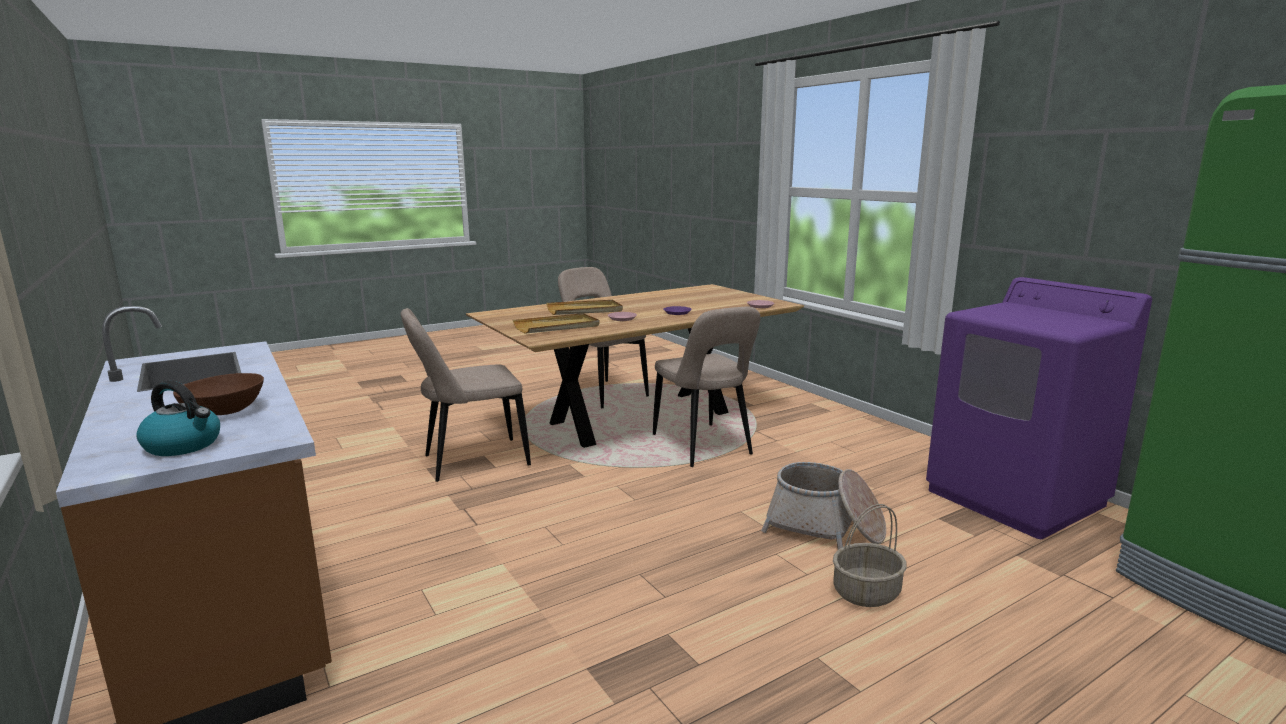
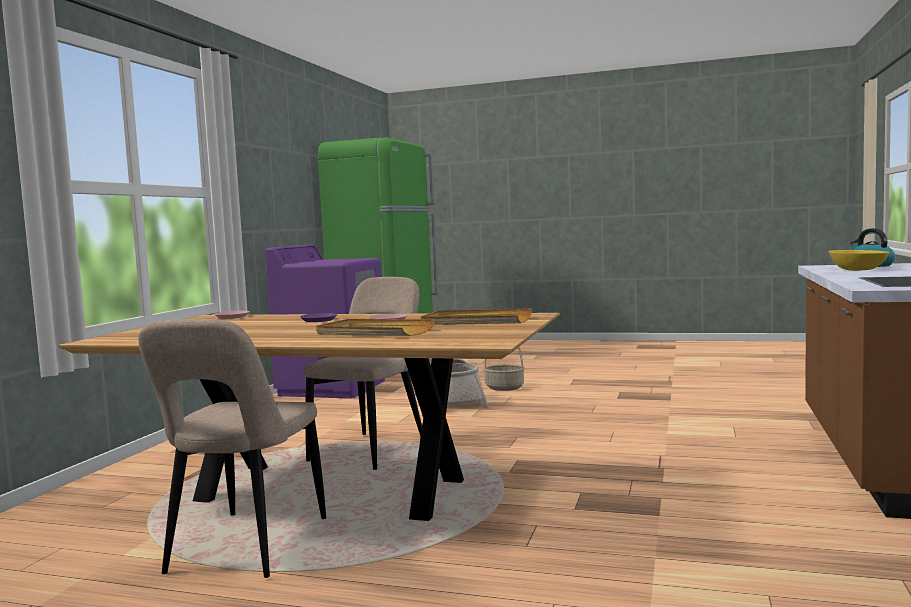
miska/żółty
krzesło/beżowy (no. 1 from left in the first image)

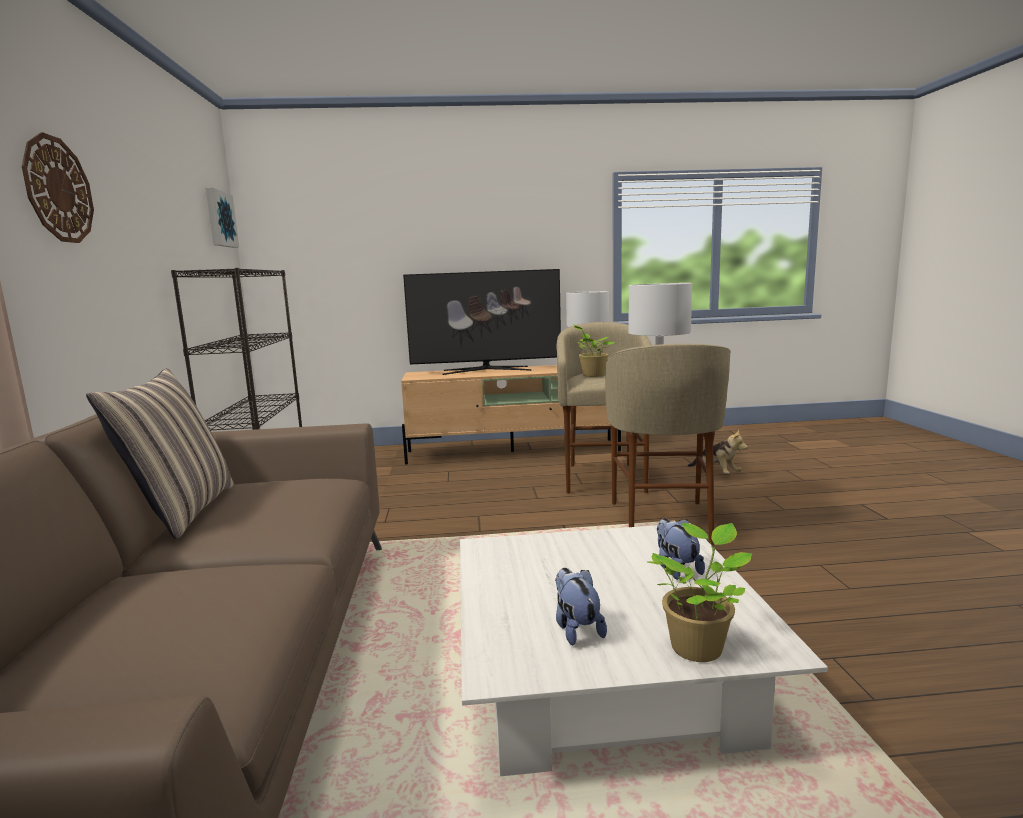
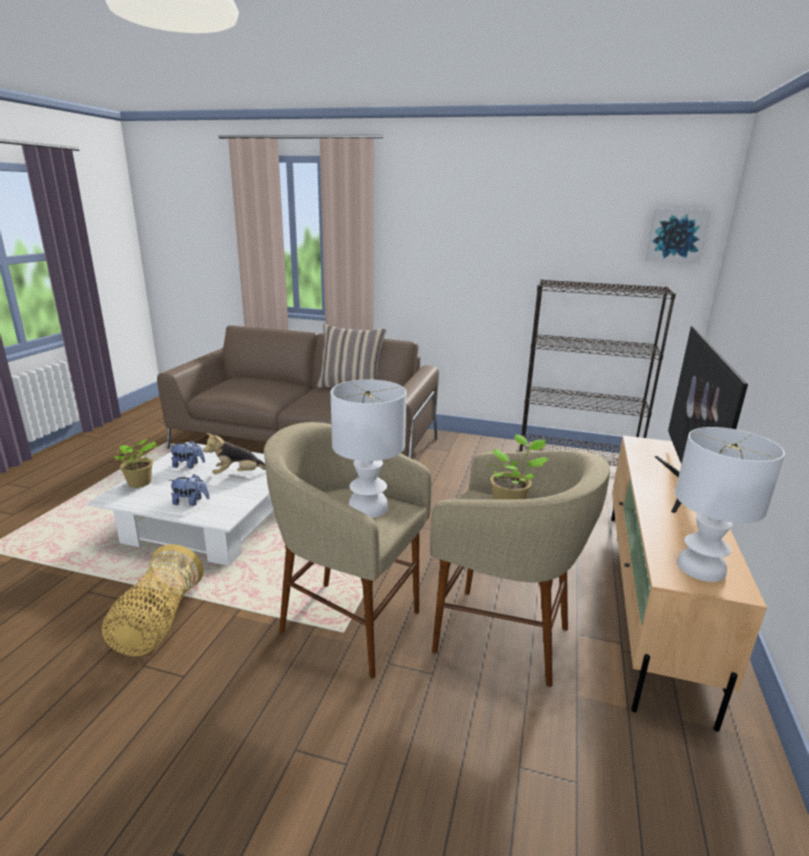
koszyk
pluszak (no. 3 from left)
zegar ścienny

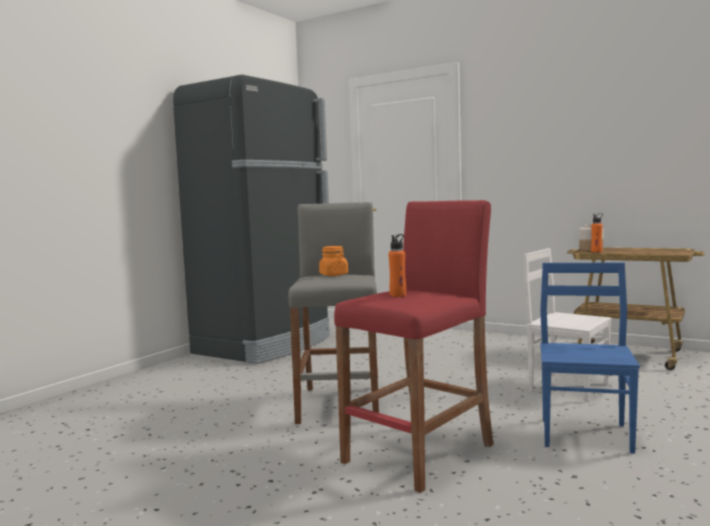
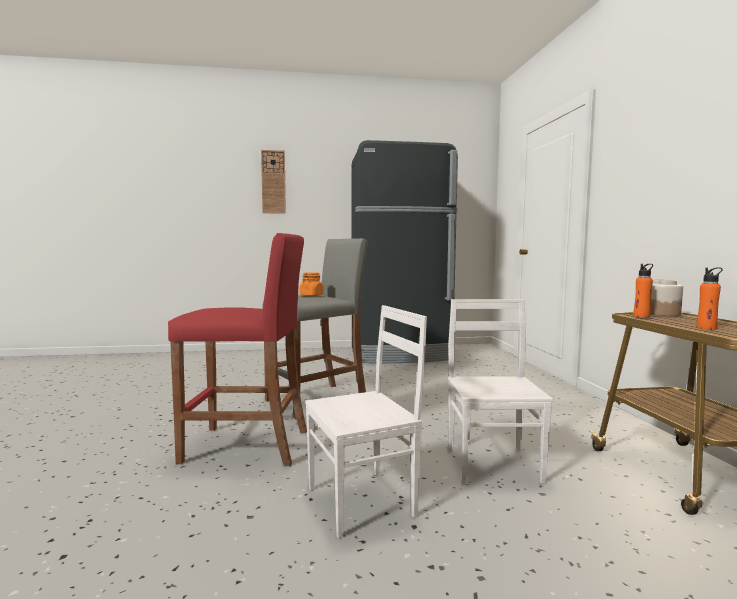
zegar ścienny
krzesło/biały (no. 1 from left)
butelka/pomarańczowy (no. 2 from left)

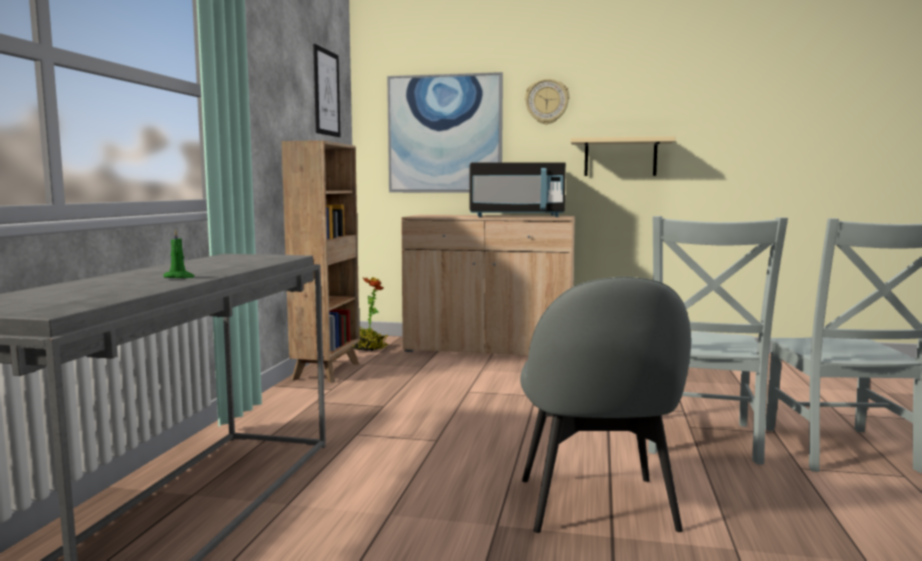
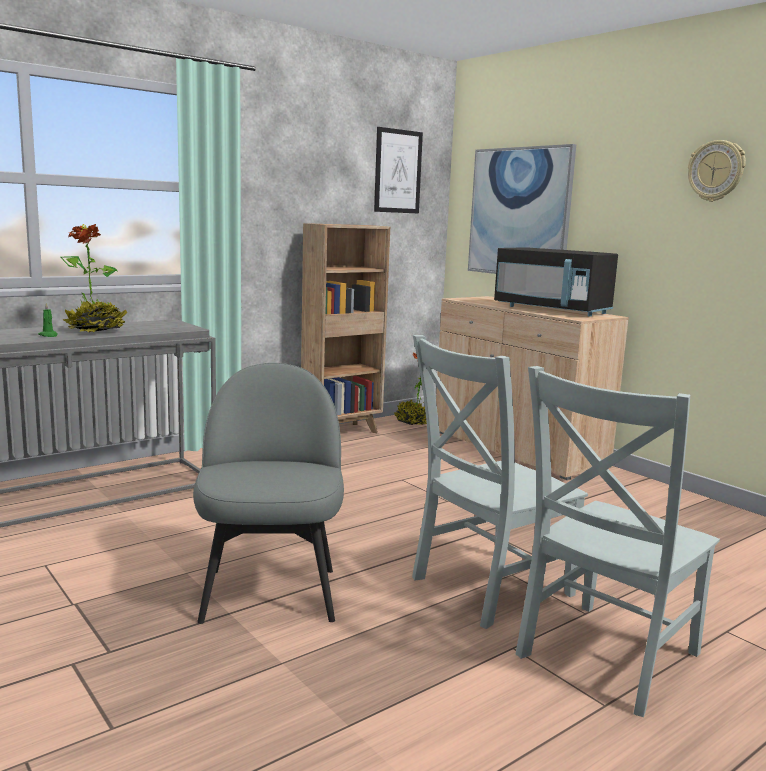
roślina doniczkowa (no. 1 from left)
krzesło/szary (no. 1 from left)
zegar ścienny
półka/beżowy

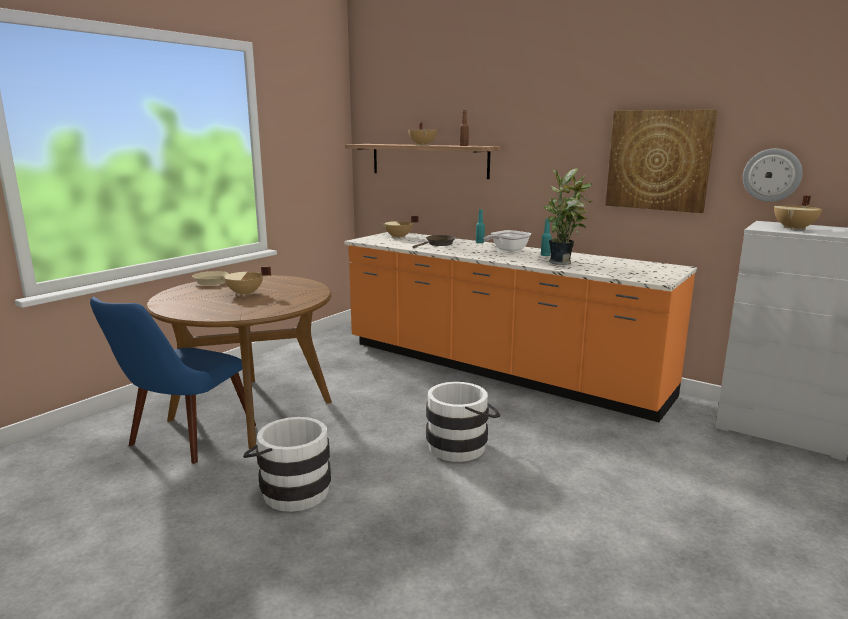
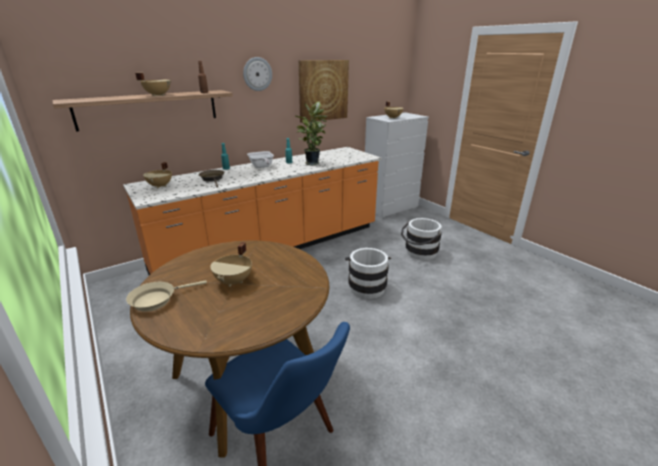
zegar ścienny
wiadro/biały (no. 2 from left)

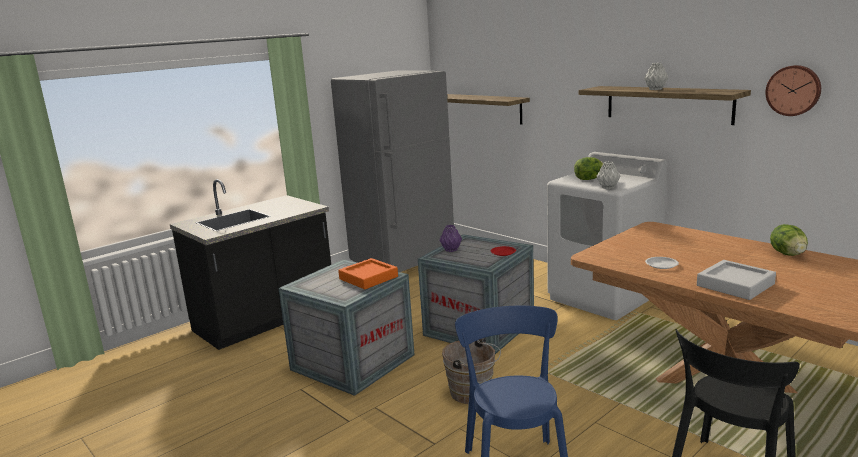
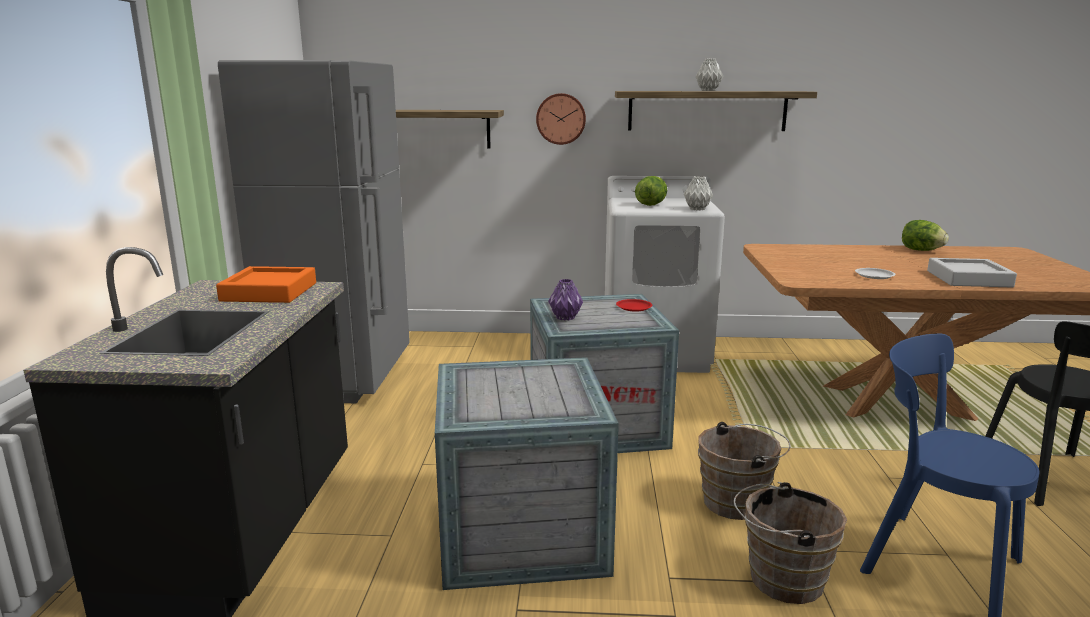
taca/pomarańczowy
zegar ścienny
wiadro/brązowy (no. 2 from left)

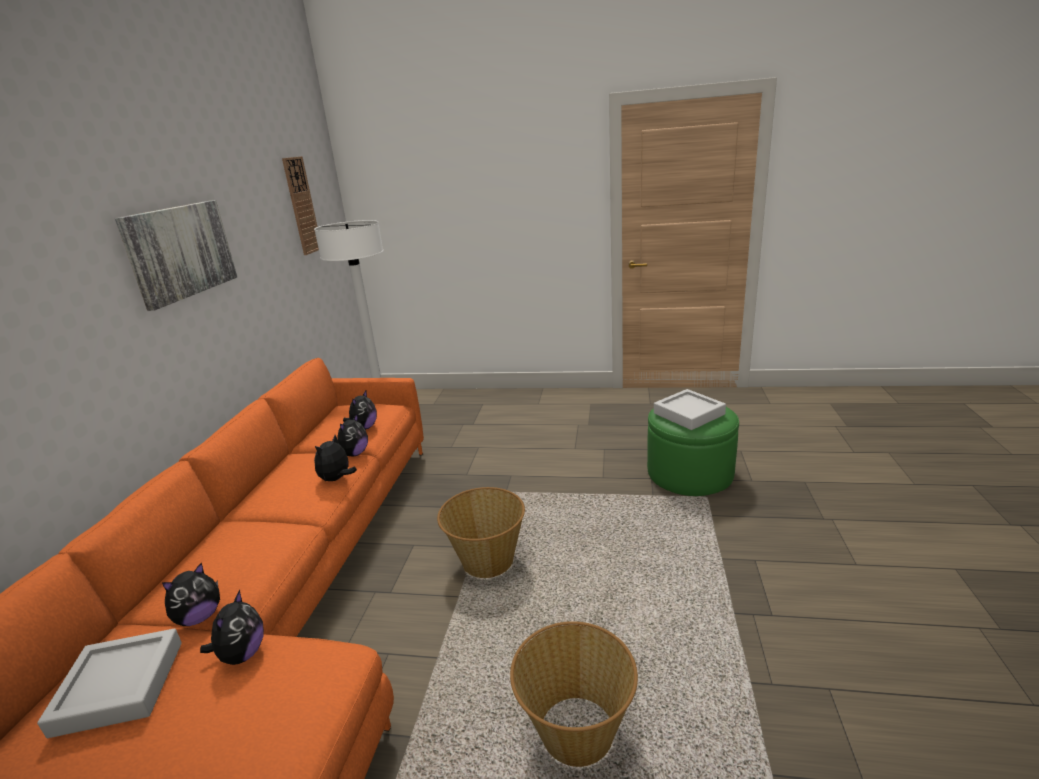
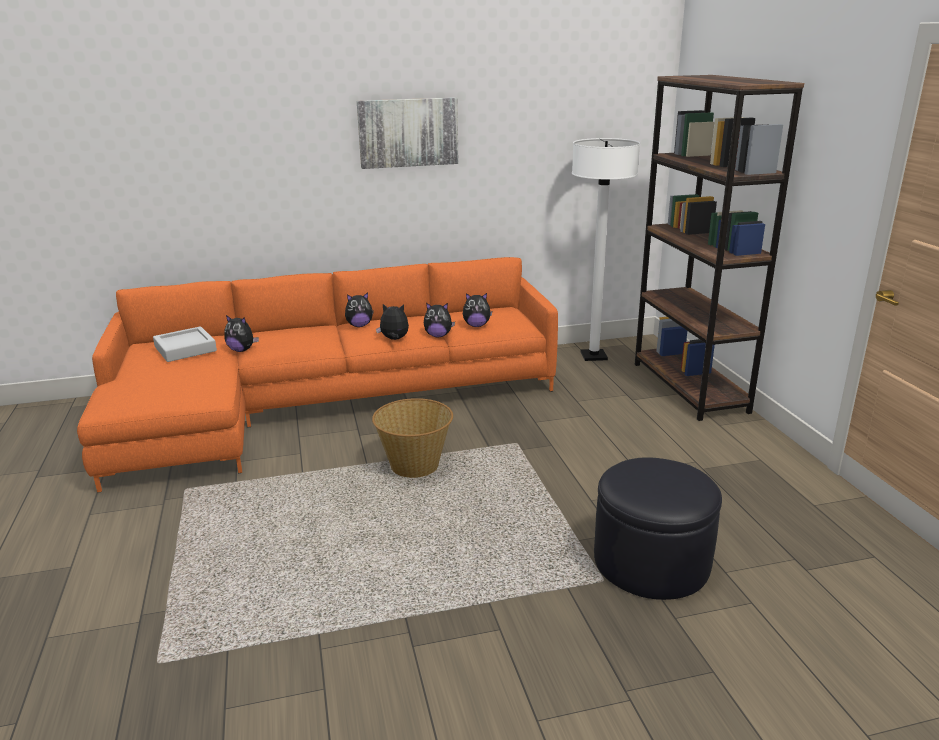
pluszak (no. 2 from left)
pufa/czarny
regał/brązowy
zegar ścienny
koszyk (no. 2 from left in the first image)
taca/szary (no. 2 from left in the first image)

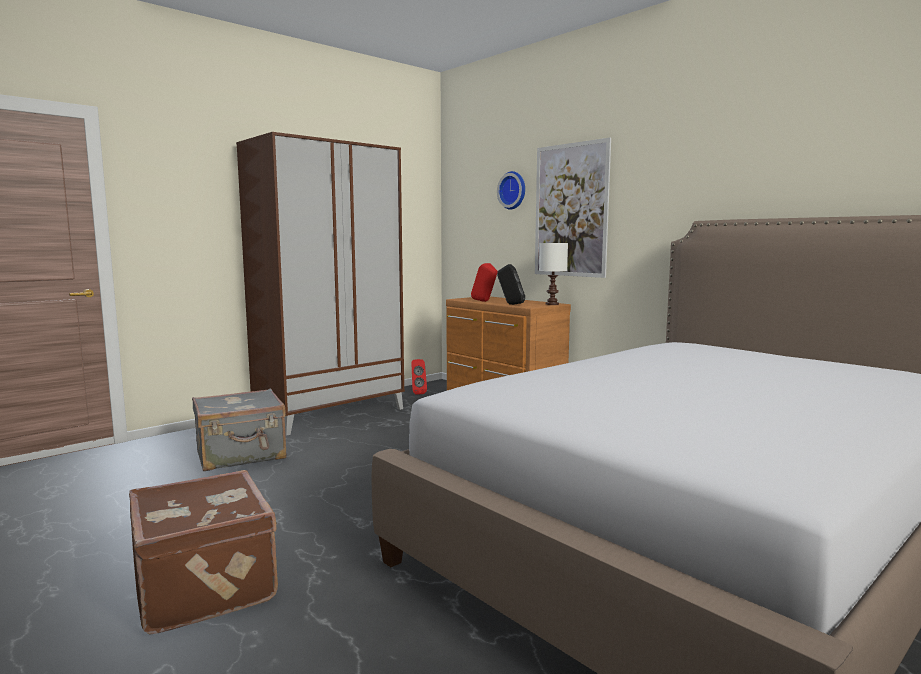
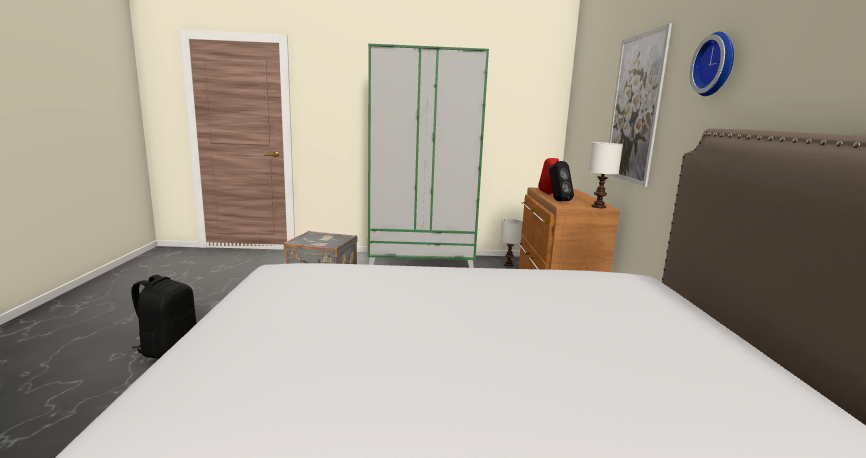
plecak/czarny
szafa/zielony
lampa stołowa/biały (no. 1 from left)
zegar ścienny

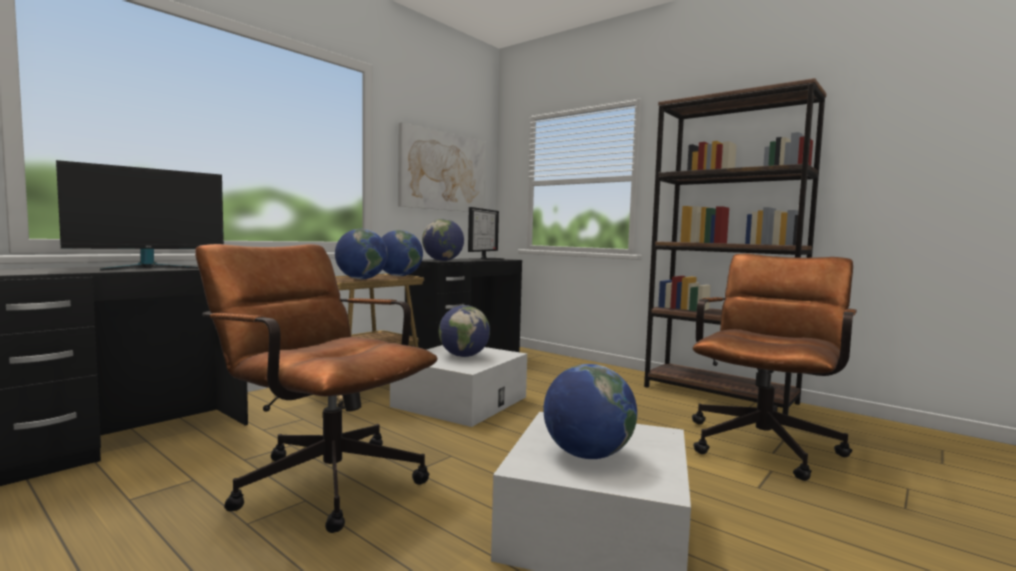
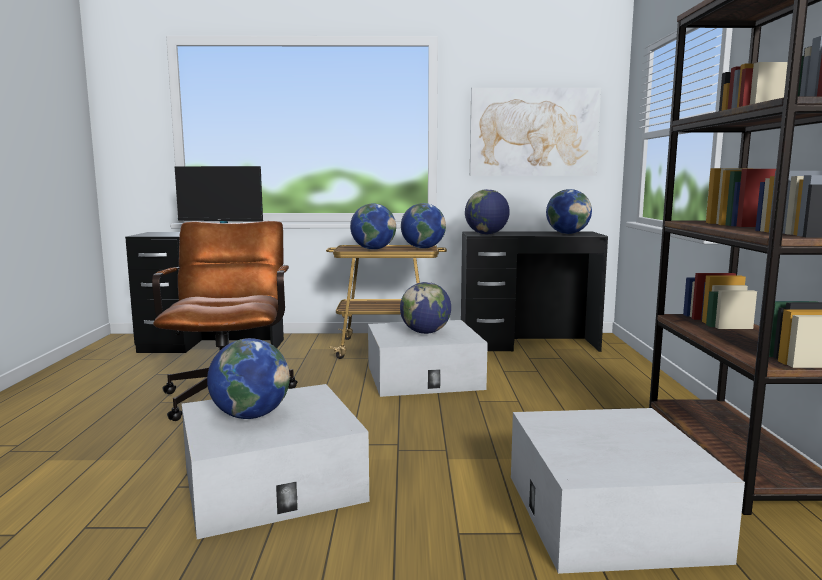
pojemnik do przechowywania/biały (no. 3 from left)
globus (no. 6 from left)

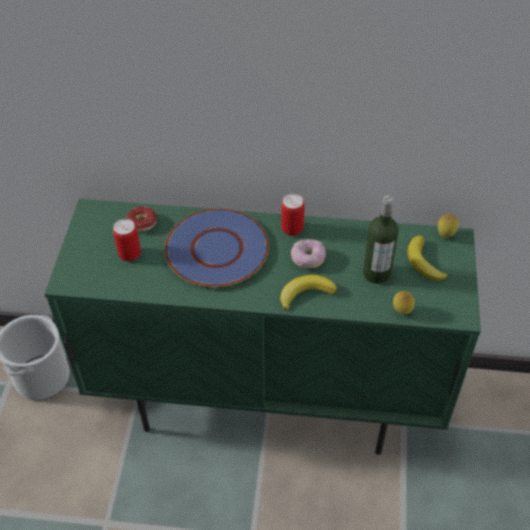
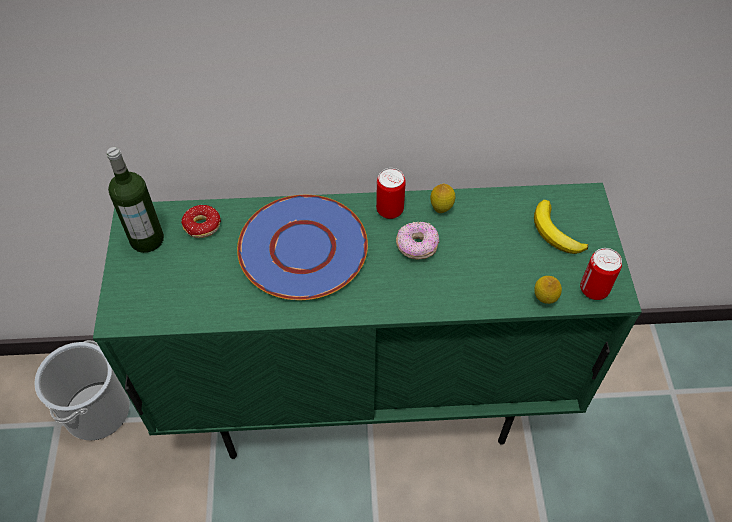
butelka
cytryna (no. 1 from left)
puszka (no. 2 from left)
banan (no. 1 from left in the first image)

